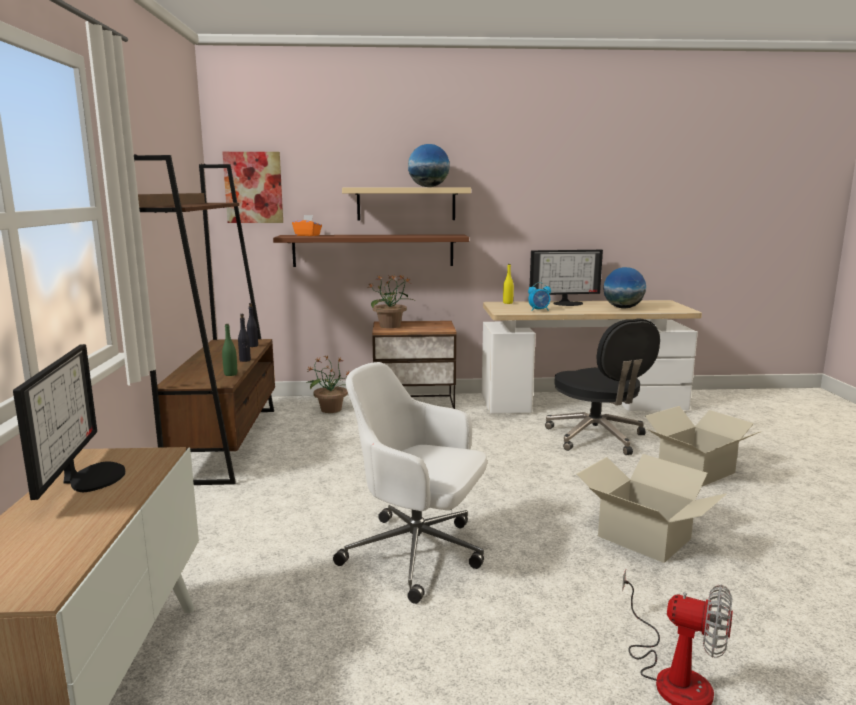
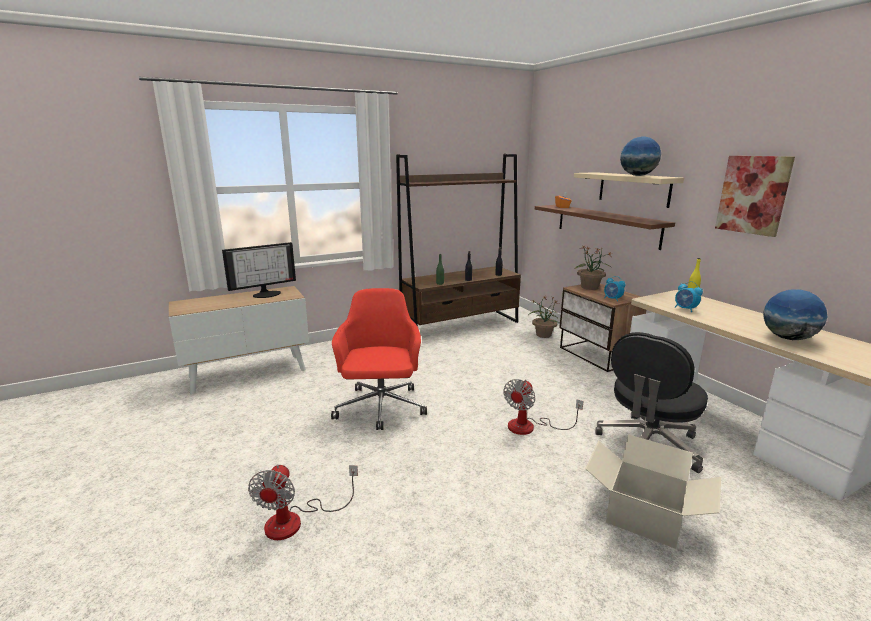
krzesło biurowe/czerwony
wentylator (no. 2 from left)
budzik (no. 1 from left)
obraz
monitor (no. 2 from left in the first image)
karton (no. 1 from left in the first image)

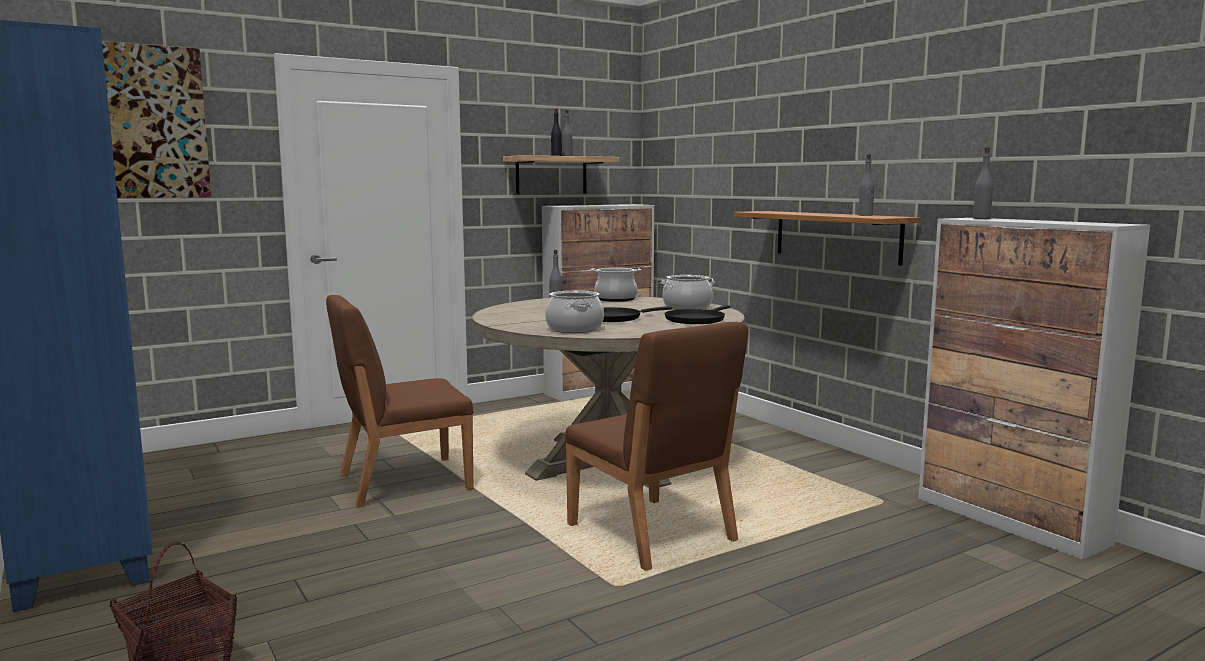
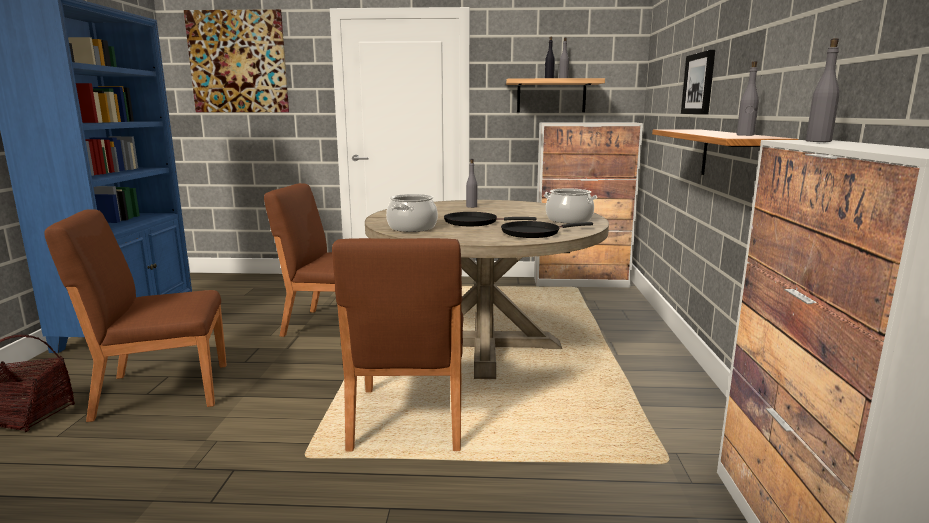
krzesło/brązowy (no. 1 from left)
obraz (no. 2 from left)
garnek (no. 2 from left in the first image)

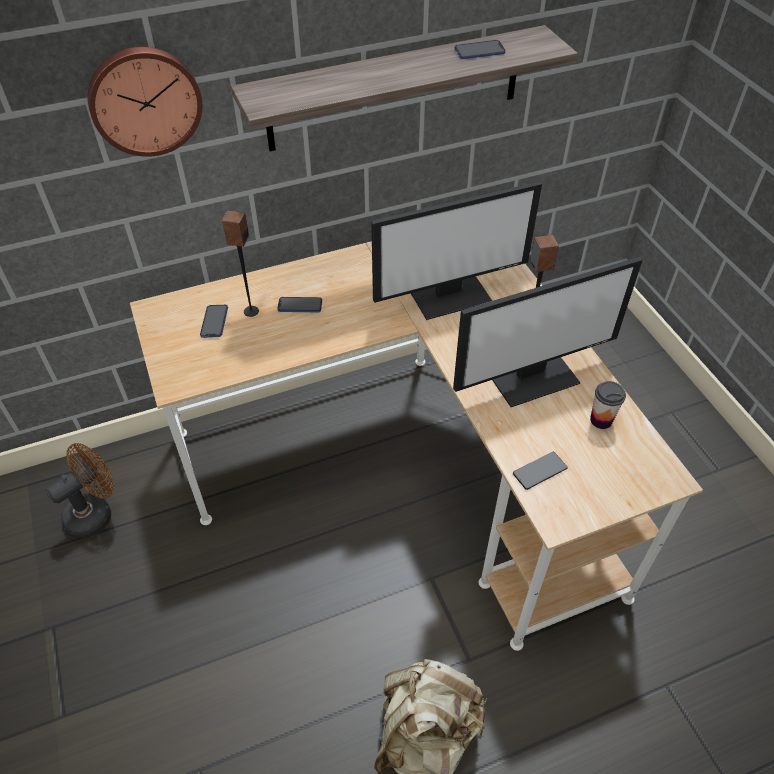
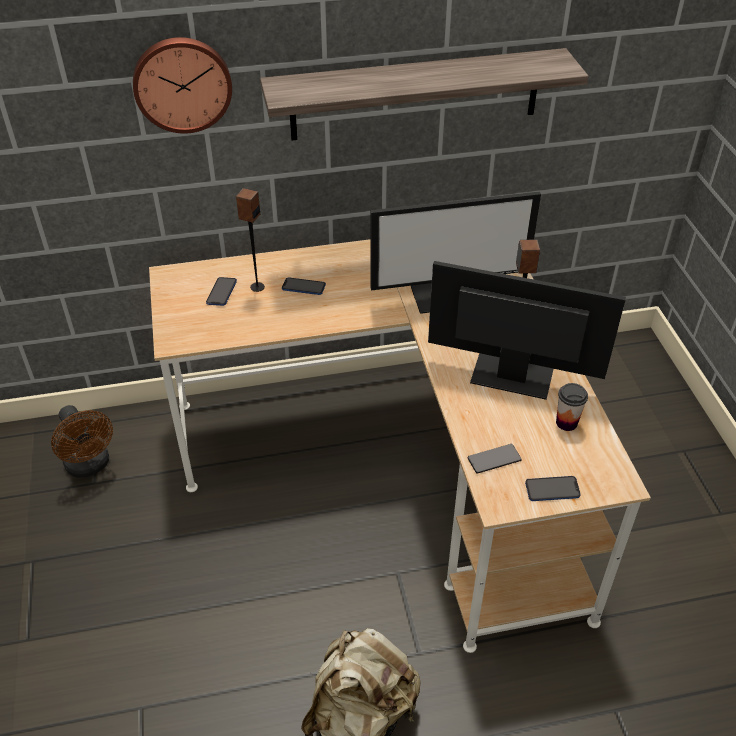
wentylator/brązowy
monitor (no. 2 from left)
telefon (no. 4 from left)

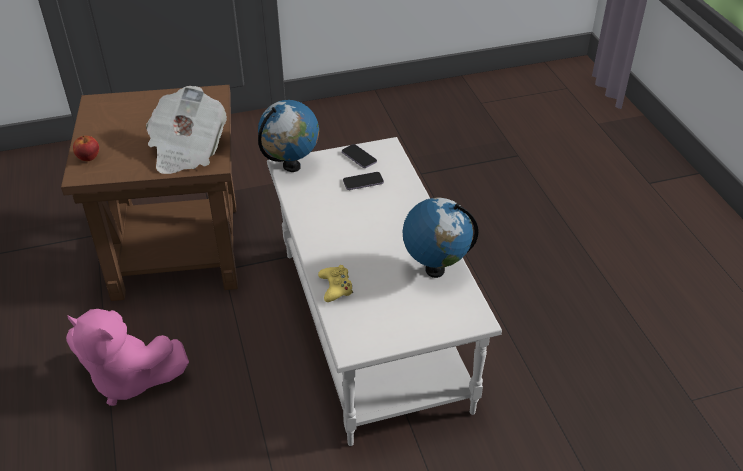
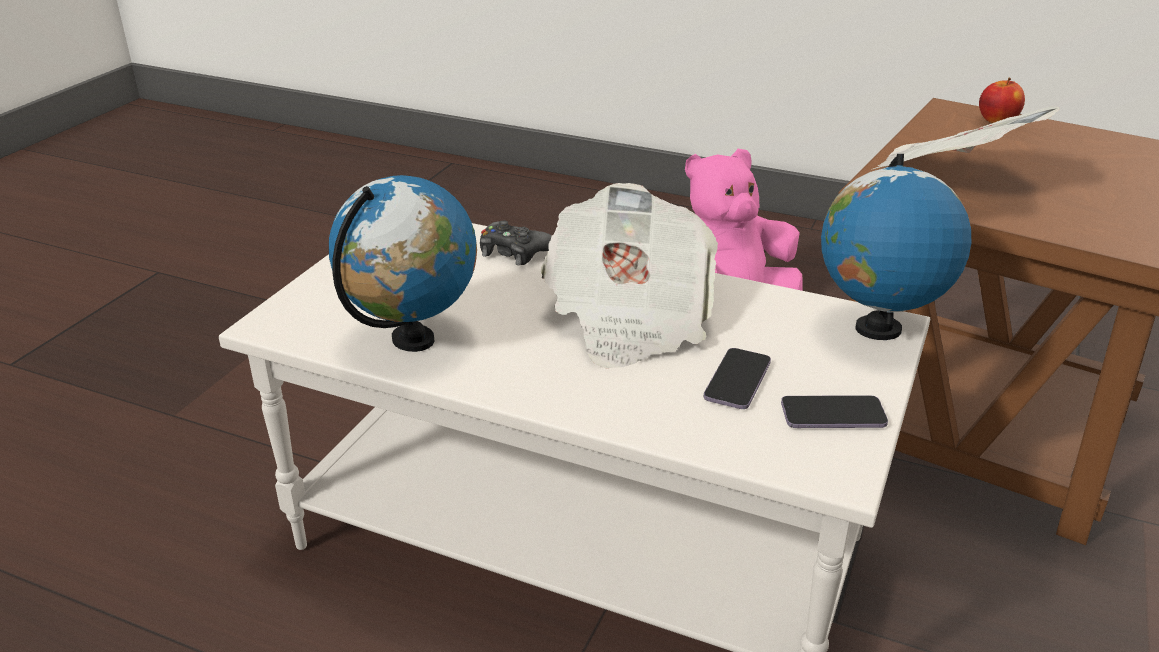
pad do gier/czarny
gazeta (no. 1 from left)

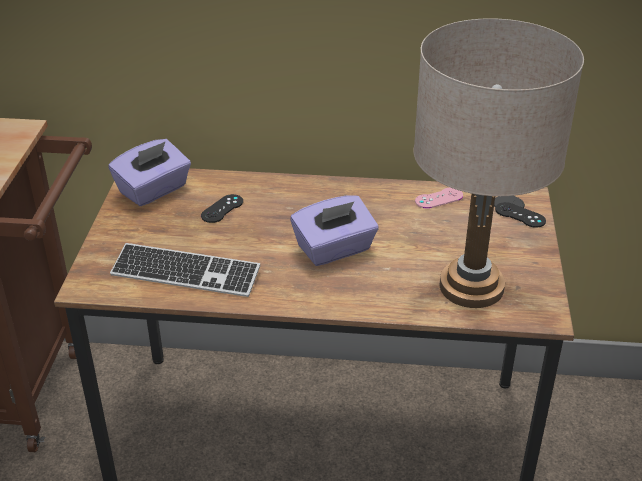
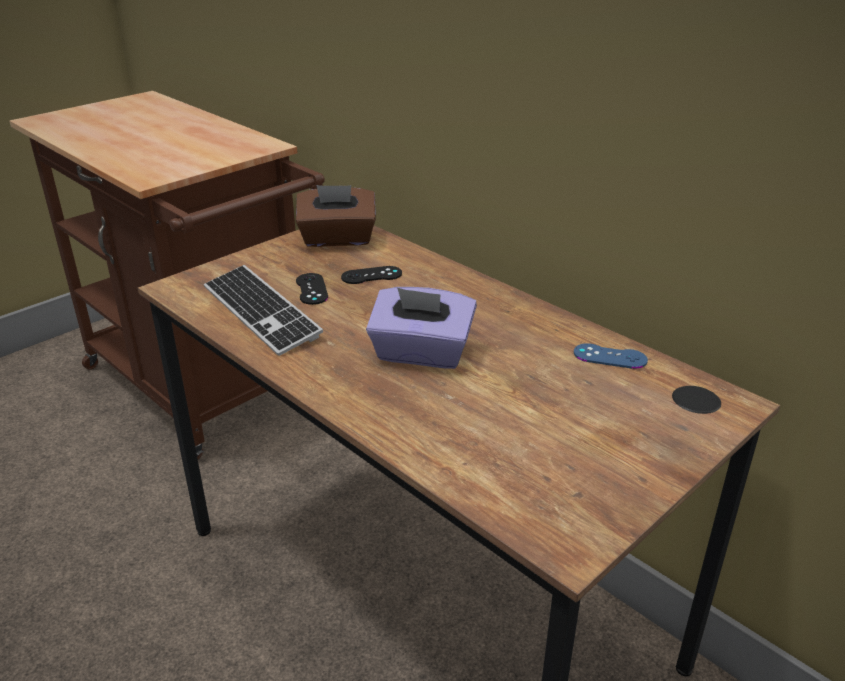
pudełko chusteczek/brązowy
pad do gier/czarny (no. 1 from left)
pad do gier/niebieski
lampa stołowa/beżowy

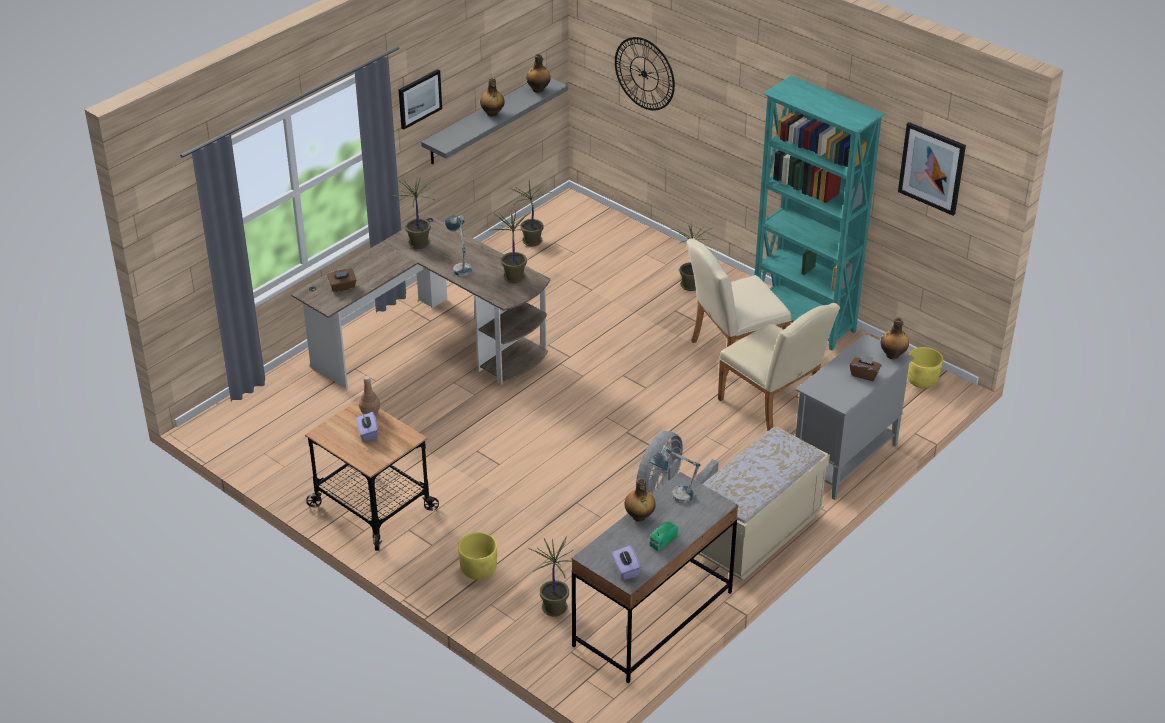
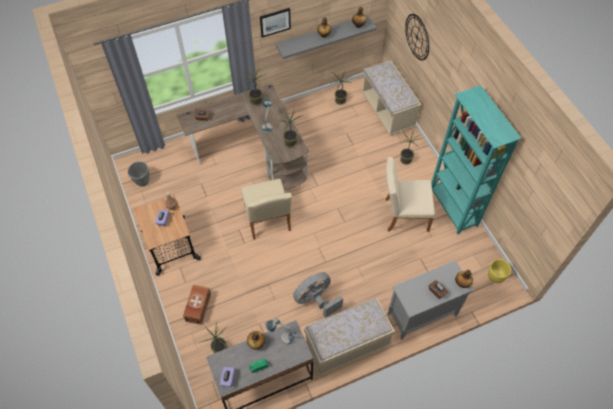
donica/szary
pojemnik do przechowywania/brązowy
krzesło/beżowy (no. 1 from left)
ławka/beżowy (no. 2 from left)
obraz (no. 2 from left in the first image)

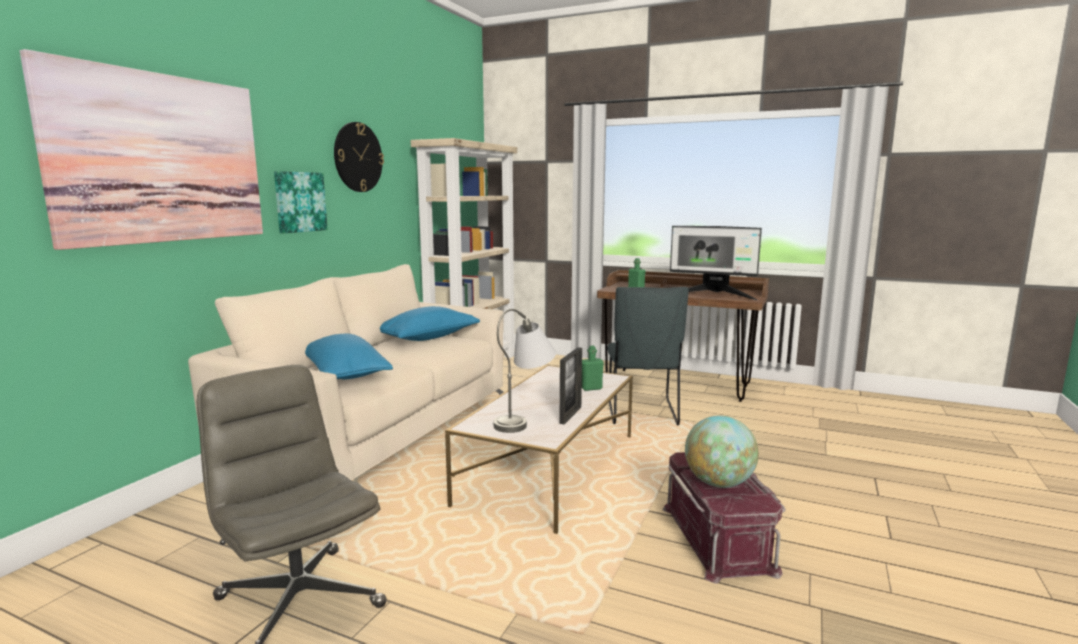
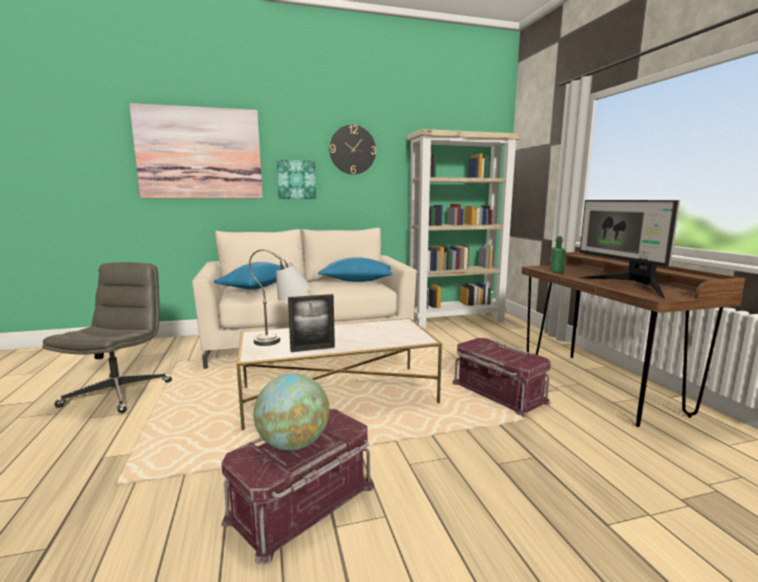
pojemnik do przechowywania/czerwony (no. 2 from left)
butelka/zielony (no. 1 from left in the first image)

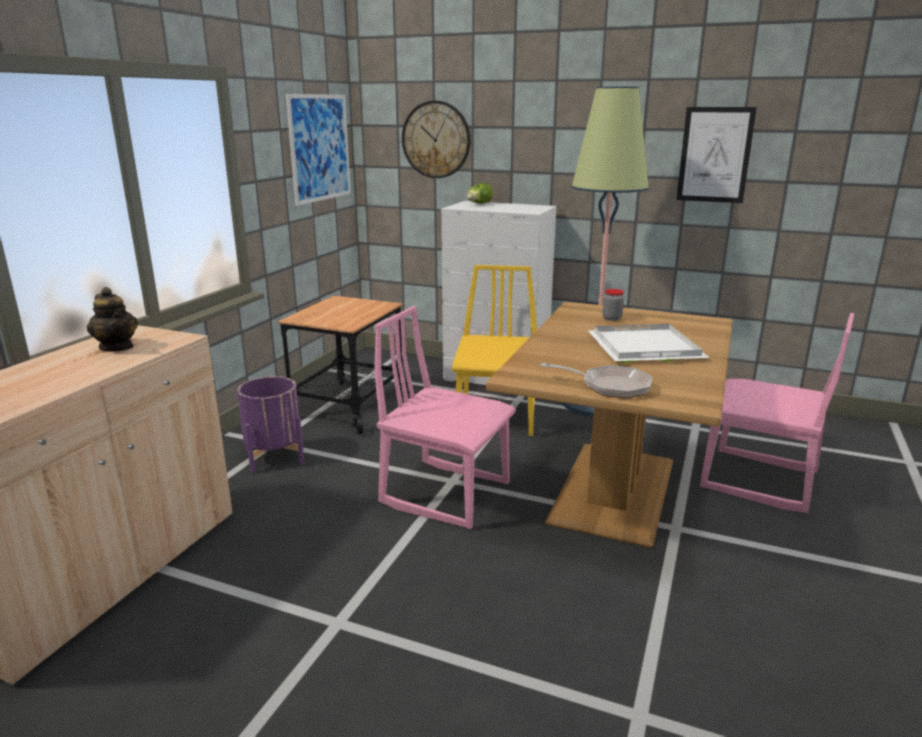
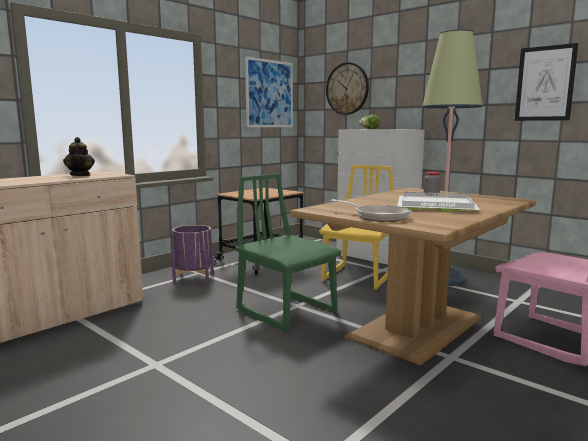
krzesło/zielony

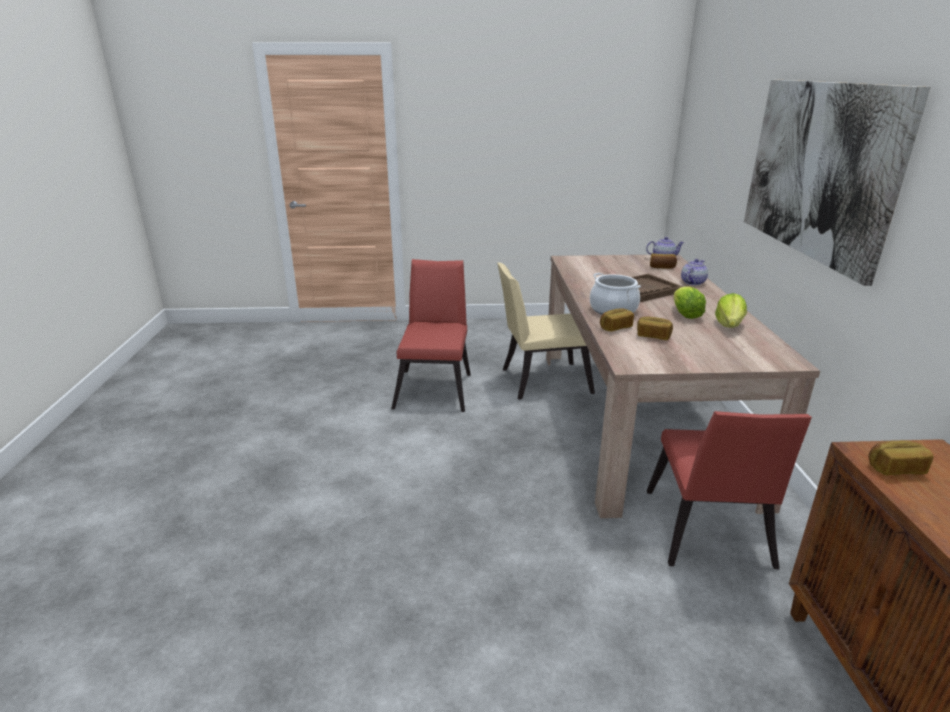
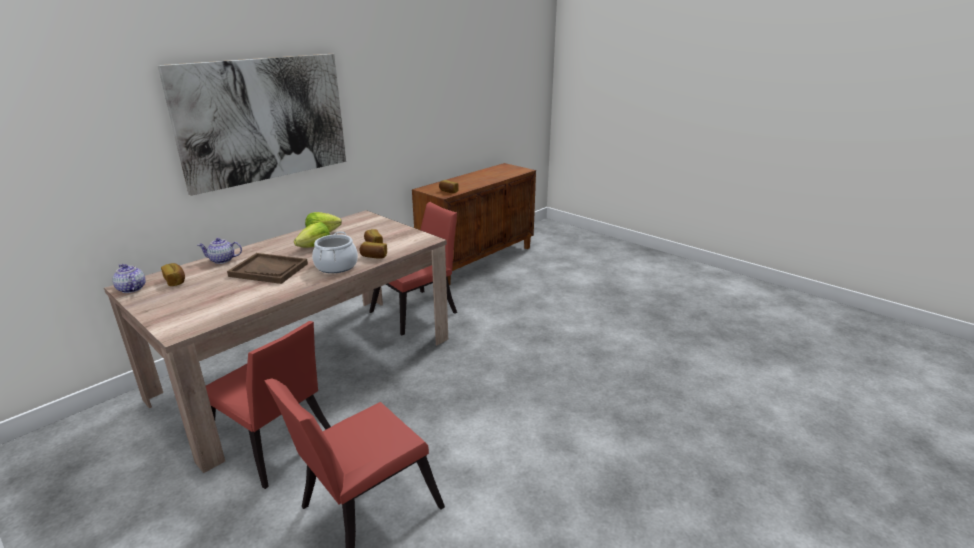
krzesło/czerwony (no. 1 from left)

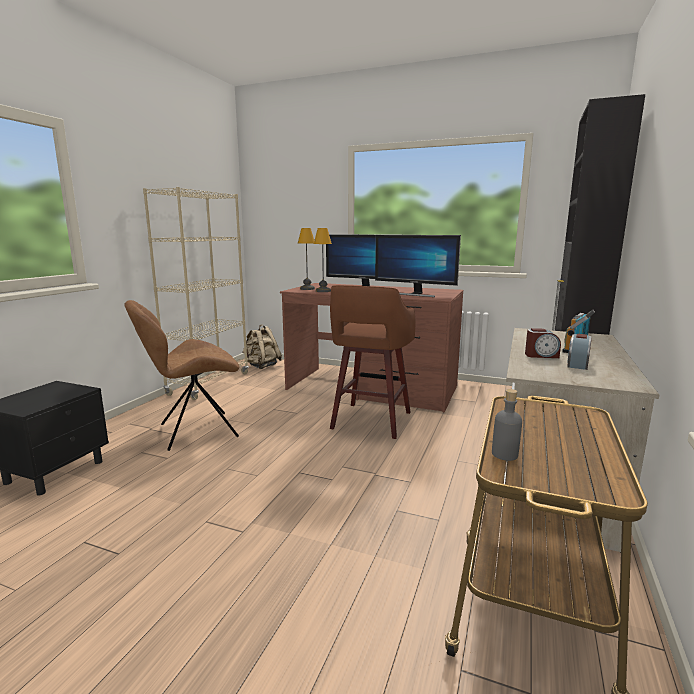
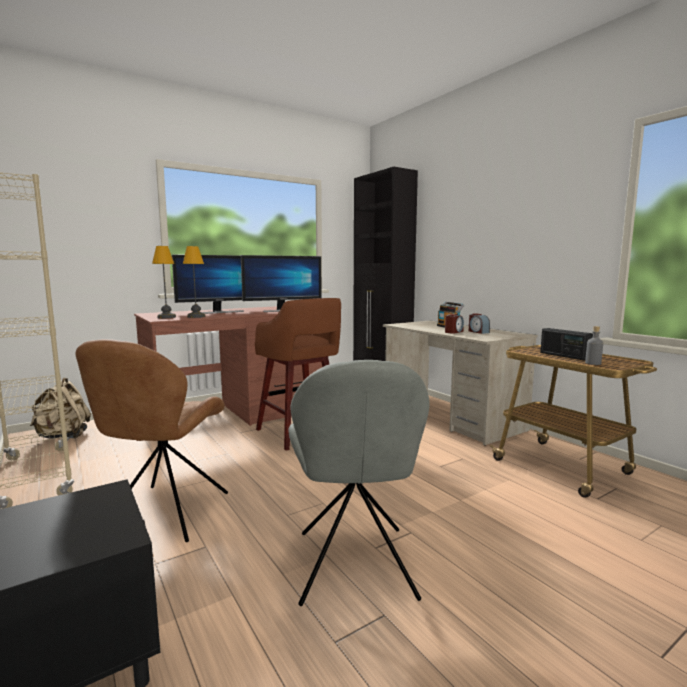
krzesło/szary
radio (no. 2 from left)

